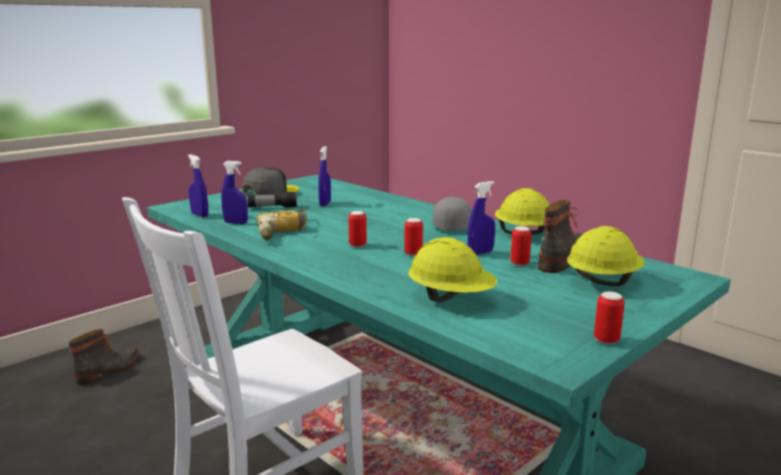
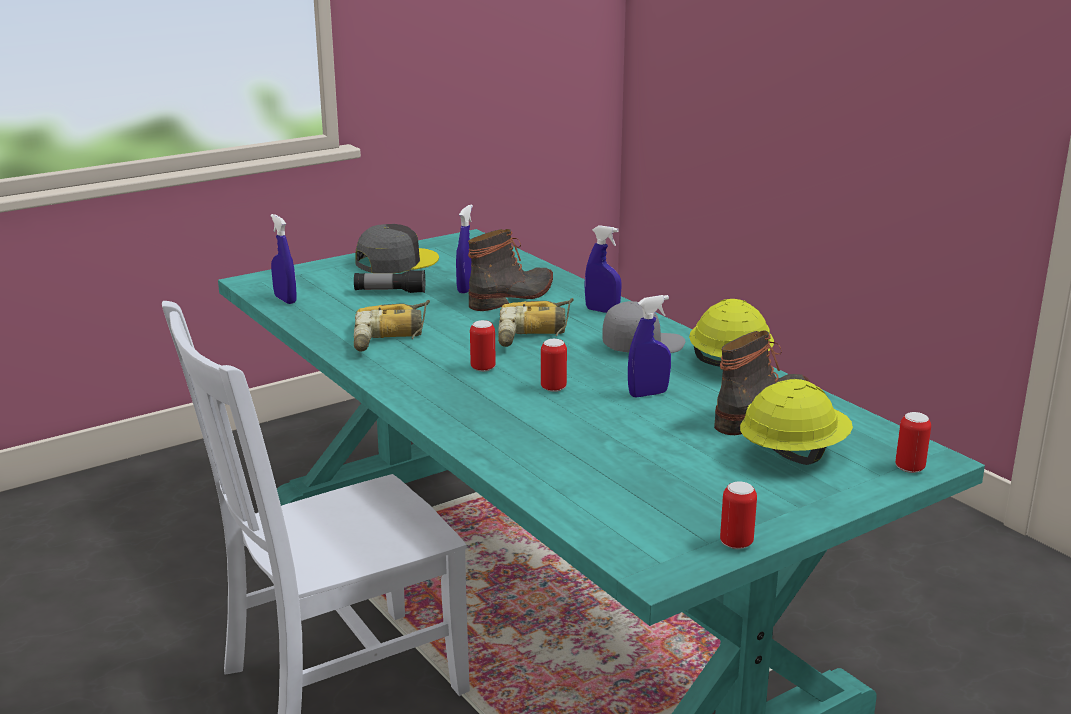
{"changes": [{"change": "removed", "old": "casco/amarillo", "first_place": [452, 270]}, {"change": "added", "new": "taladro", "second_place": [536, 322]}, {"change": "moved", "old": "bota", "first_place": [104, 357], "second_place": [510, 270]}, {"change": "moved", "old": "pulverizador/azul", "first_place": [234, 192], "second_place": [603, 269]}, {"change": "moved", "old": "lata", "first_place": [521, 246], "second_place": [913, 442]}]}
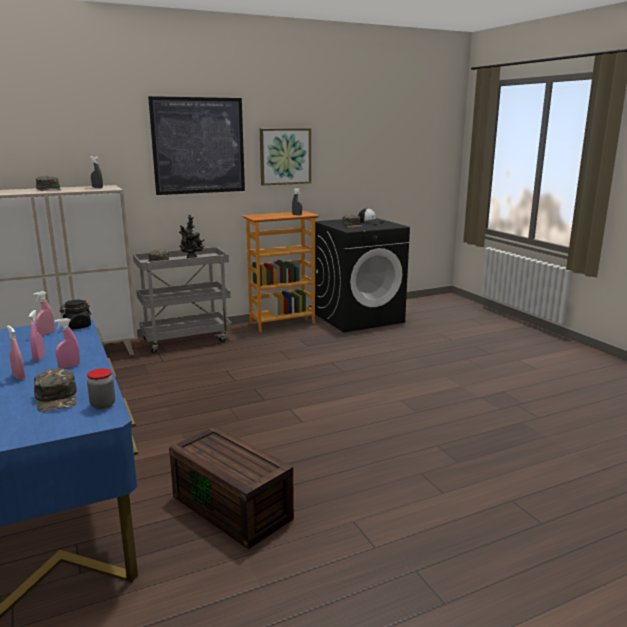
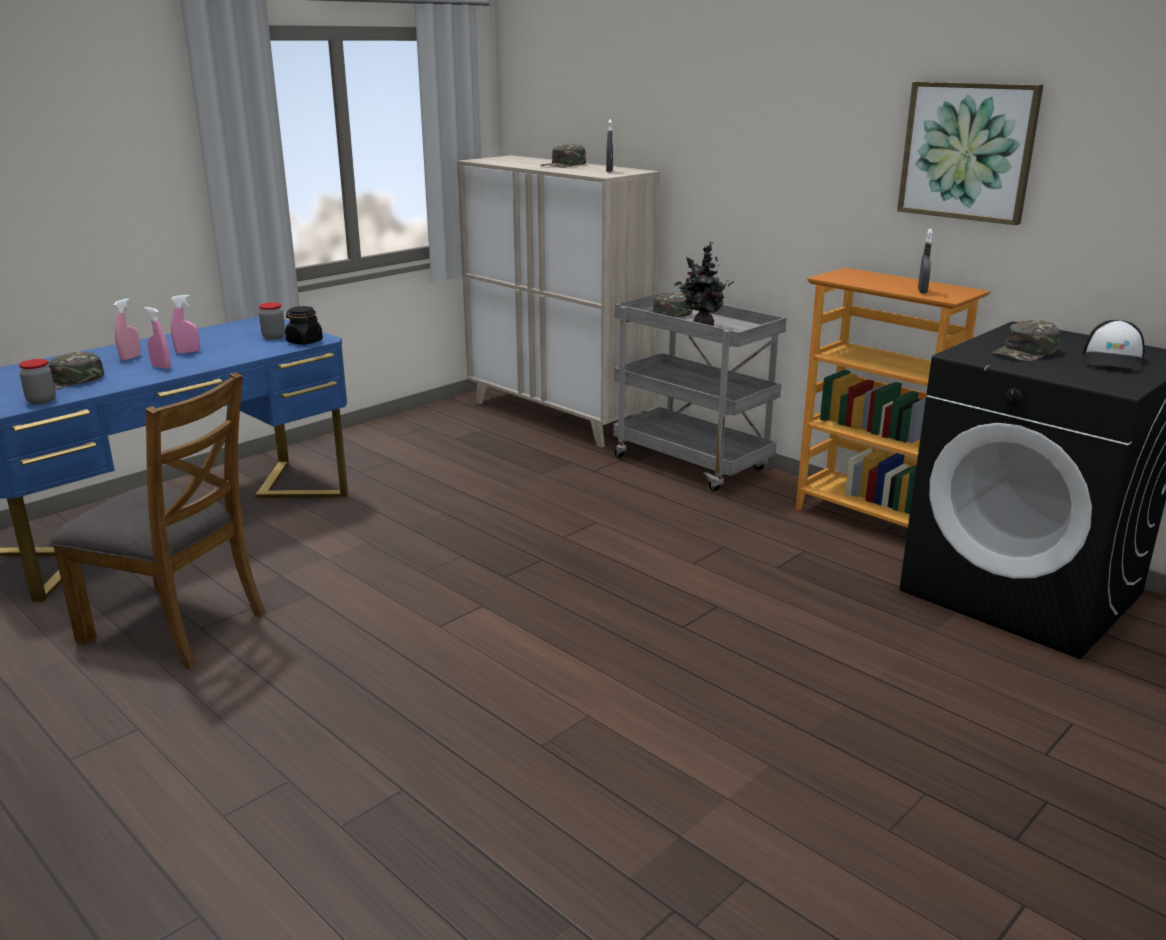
{"changes": [{"change": "removed", "old": "cuadro", "first_place": [196, 145]}, {"change": "replaced", "old": "pulverizador/rosa", "new": "tarro", "first_place": [44, 313], "second_place": [272, 321]}, {"change": "replaced", "old": "caja de almacenaje/marrón", "new": "silla/marrón", "first_place": [231, 487], "second_place": [158, 520]}]}
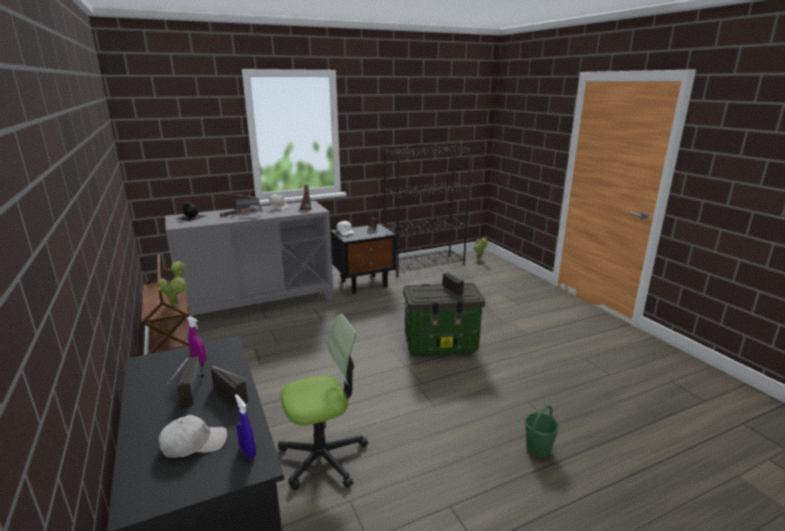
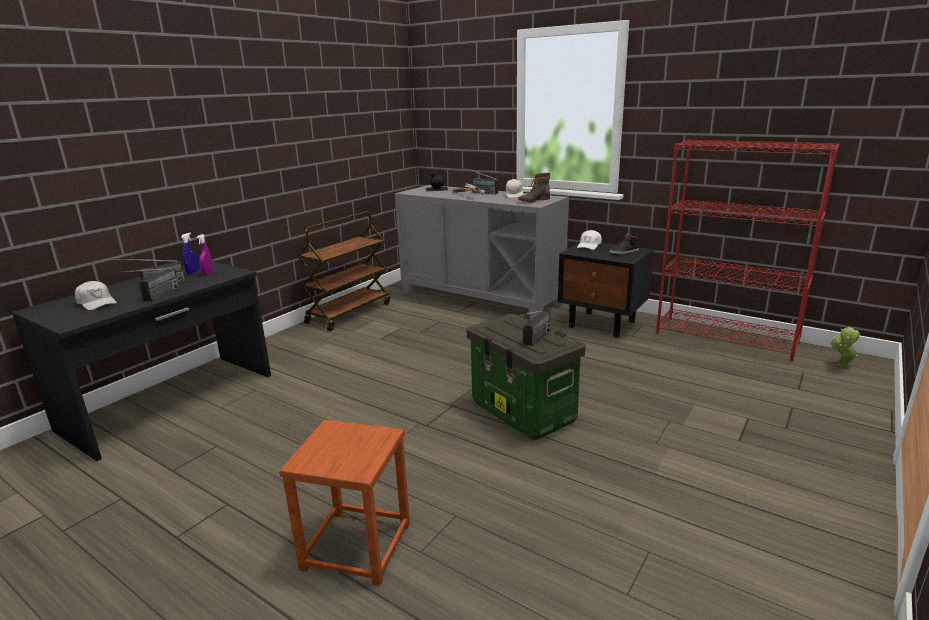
{"changes": [{"change": "removed", "old": "planta en maceta", "first_place": [172, 283]}, {"change": "removed", "old": "silla de oficina", "first_place": [323, 402]}, {"change": "moved", "old": "pulverizador/azul", "first_place": [245, 426], "second_place": [190, 254]}, {"change": "replaced", "old": "cubo/verde", "new": "taburete/marrón", "first_place": [542, 431], "second_place": [344, 503]}, {"change": "recoloured", "old": "estantería/negro", "new": "estantería/rojo", "first_place": [428, 211], "second_place": [748, 250]}]}
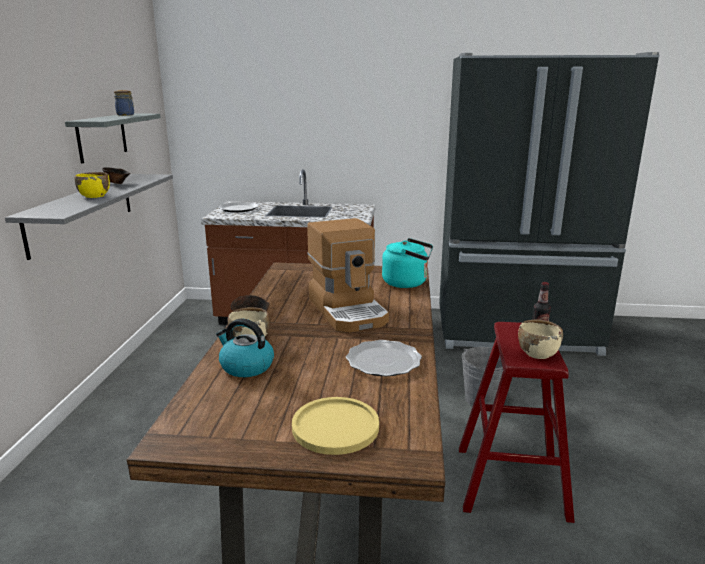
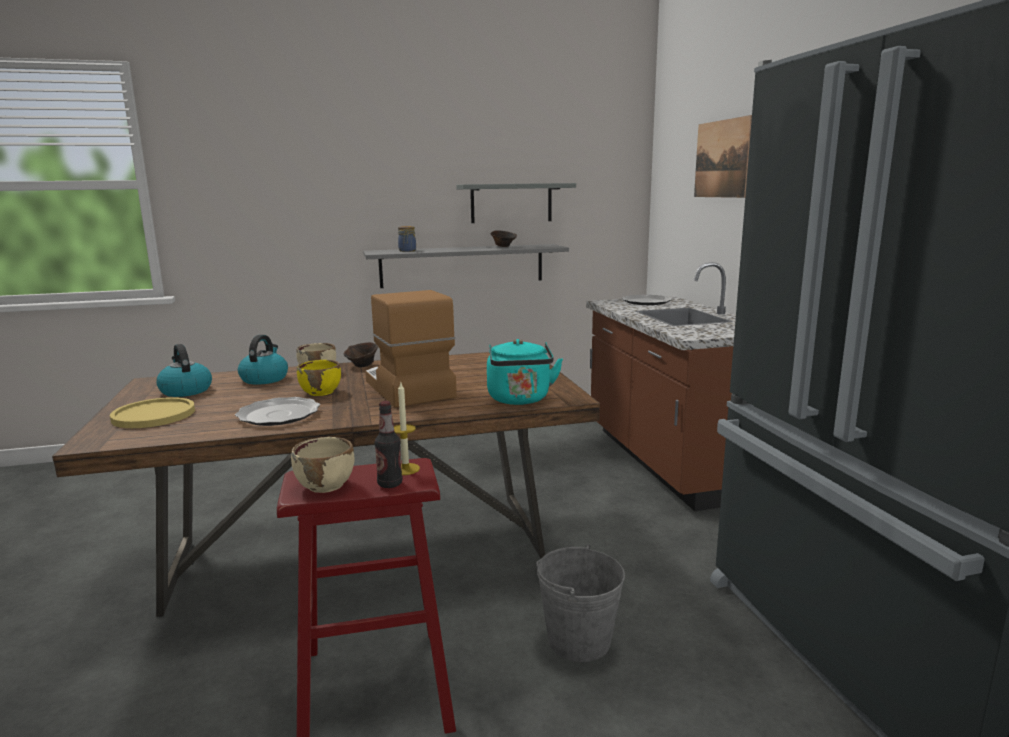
{"changes": [{"change": "added", "new": "hervidor", "second_place": [184, 370]}, {"change": "added", "new": "vela", "second_place": [407, 429]}, {"change": "added", "new": "cuadro", "second_place": [723, 156]}, {"change": "moved", "old": "cuenco/amarillo", "first_place": [92, 185], "second_place": [319, 378]}, {"change": "moved", "old": "tarro", "first_place": [124, 103], "second_place": [407, 239]}, {"change": "turned", "old": "cafetera", "first_place": [348, 275], "second_place": [411, 349], "degrees": 105}]}
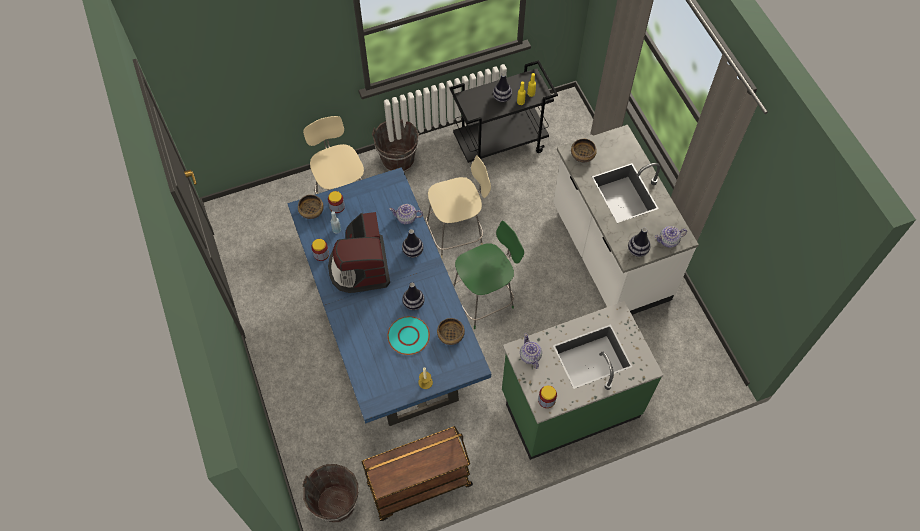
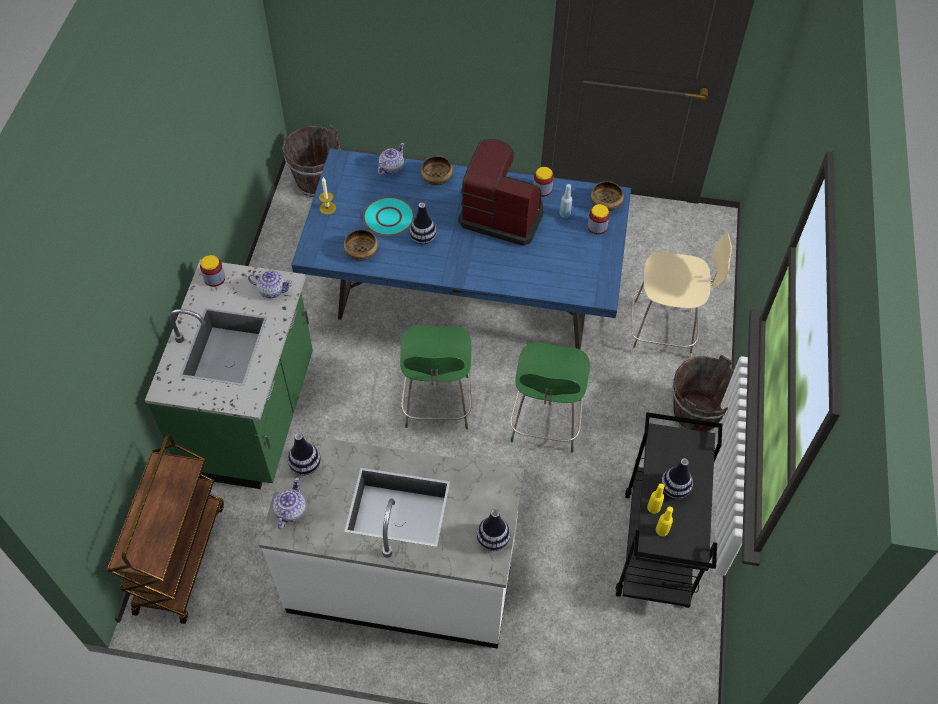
{"changes": [{"change": "moved", "old": "carrito/marrón", "first_place": [417, 473], "second_place": [165, 529]}, {"change": "moved", "old": "tetera", "first_place": [406, 214], "second_place": [390, 159]}, {"change": "moved", "old": "florero", "first_place": [412, 243], "second_place": [494, 530]}, {"change": "moved", "old": "cuenco", "first_place": [584, 150], "second_place": [437, 170]}, {"change": "recoloured", "old": "silla/beis", "new": "silla/verde", "first_place": [458, 207], "second_place": [550, 397]}]}
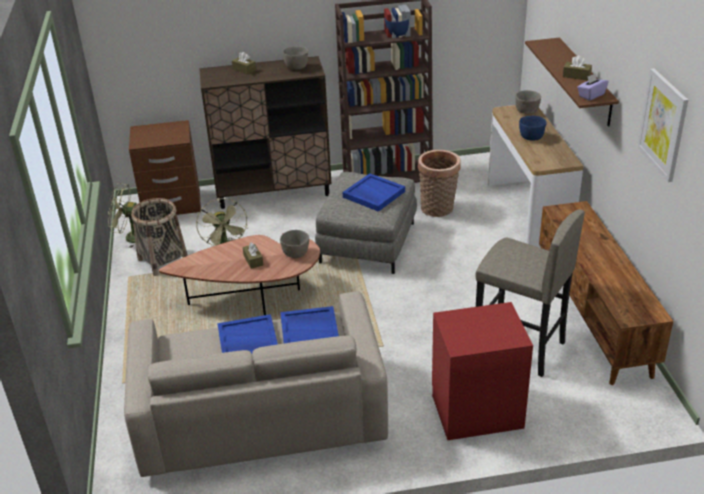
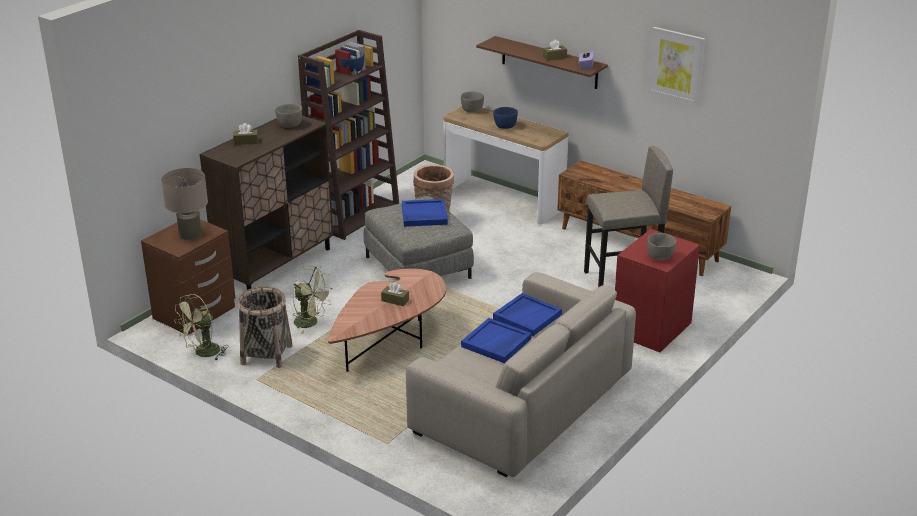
{"changes": [{"change": "added", "new": "lámpara de mesa/beis", "second_place": [184, 204]}, {"change": "moved", "old": "cuenco/gris", "first_place": [294, 244], "second_place": [661, 247]}]}
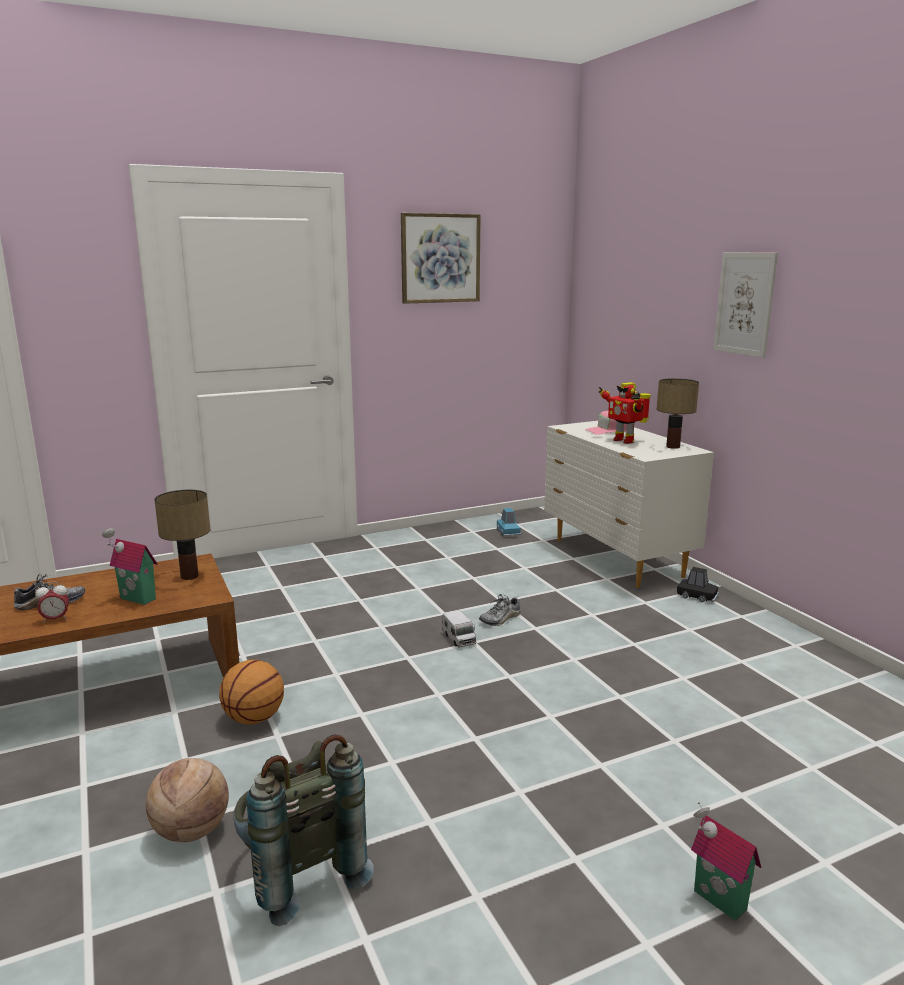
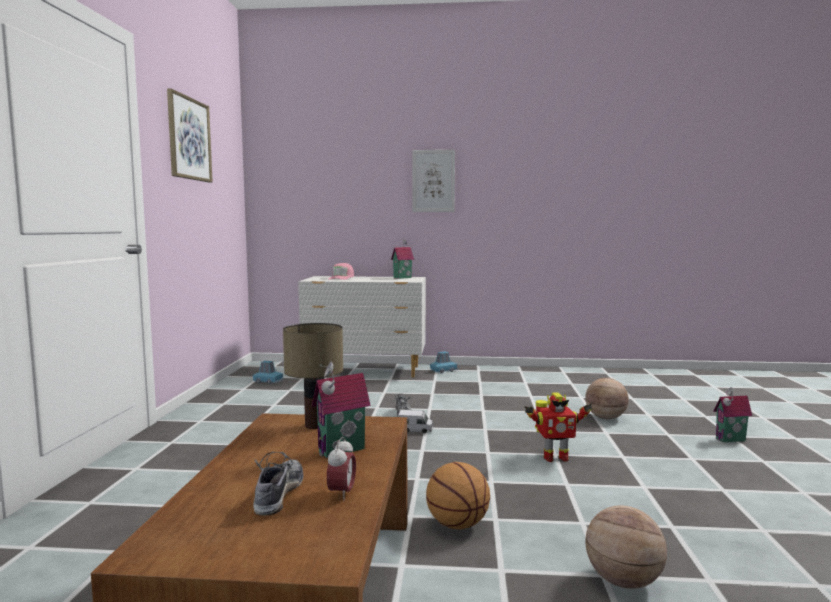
{"changes": [{"change": "removed", "old": "mochila/gris", "first_place": [303, 830]}, {"change": "added", "new": "balón de baloncesto", "second_place": [607, 398]}, {"change": "moved", "old": "robot de juguete", "first_place": [624, 413], "second_place": [559, 427]}, {"change": "replaced", "old": "lámpara de mesa", "new": "casita", "first_place": [678, 413], "second_place": [402, 259]}, {"change": "recoloured", "old": "coche de juguete/negro", "new": "coche de juguete/azul", "first_place": [698, 585], "second_place": [444, 362]}]}
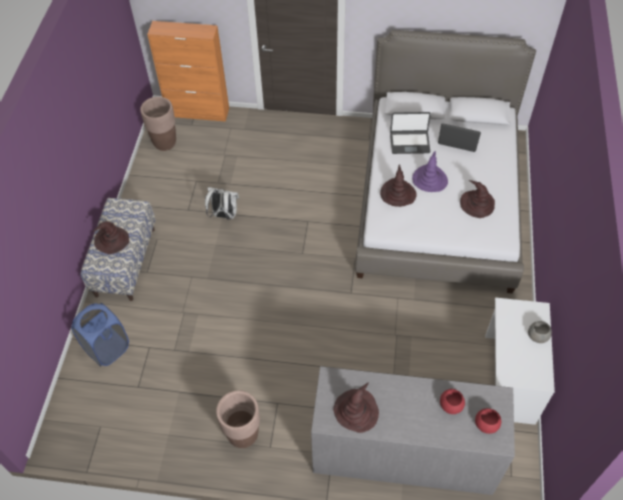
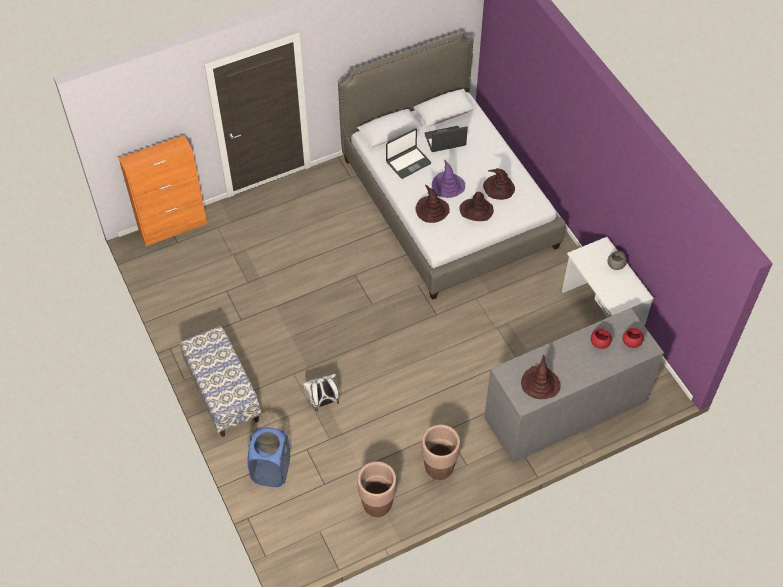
{"changes": [{"change": "moved", "old": "sombrero/marrón", "first_place": [111, 237], "second_place": [476, 206]}, {"change": "moved", "old": "maceta/marrón", "first_place": [158, 124], "second_place": [376, 489]}, {"change": "moved", "old": "mochila/blanco", "first_place": [222, 203], "second_place": [321, 392]}]}
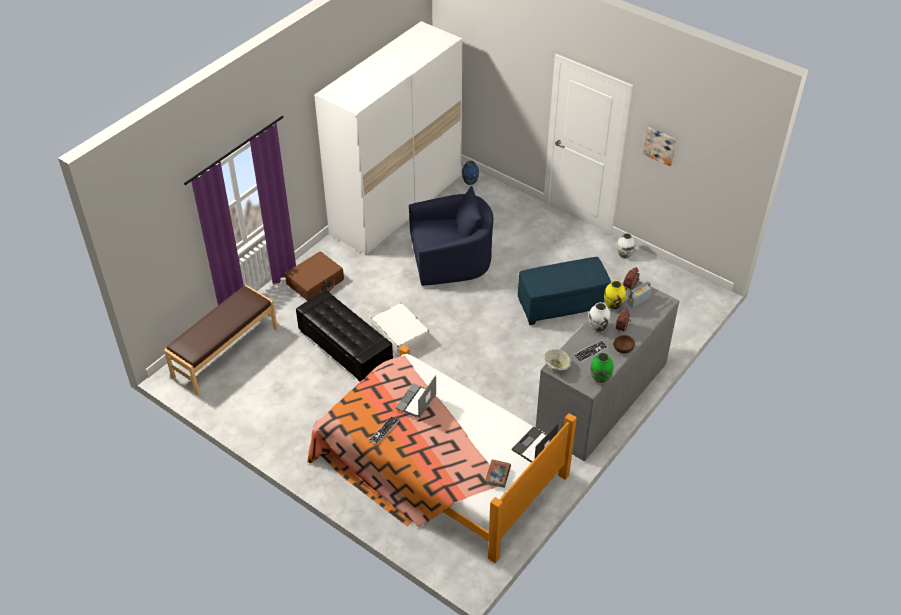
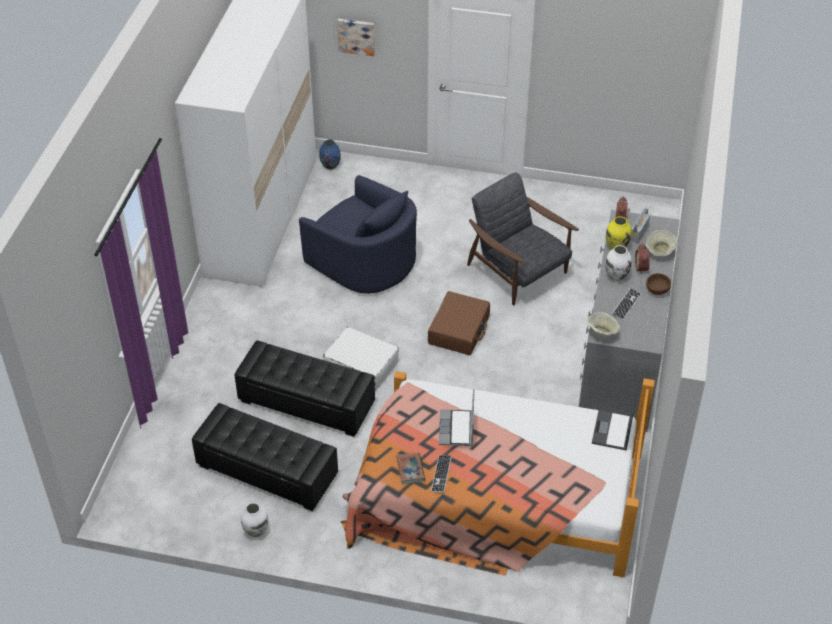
{"changes": [{"change": "removed", "old": "banco/marrón", "first_place": [221, 340]}, {"change": "removed", "old": "florero/verde", "first_place": [601, 368]}, {"change": "added", "new": "puf/negro", "second_place": [265, 457]}, {"change": "added", "new": "cuenco/beis", "second_place": [662, 243]}, {"change": "moved", "old": "maleta/marrón", "first_place": [314, 276], "second_place": [459, 323]}, {"change": "moved", "old": "libro", "first_place": [498, 473], "second_place": [410, 468]}, {"change": "moved", "old": "florero/blanco", "first_place": [626, 245], "second_place": [254, 520]}, {"change": "moved", "old": "cuadro", "first_place": [660, 146], "second_place": [356, 37]}, {"change": "replaced", "old": "puf/azul", "new": "sillón/gris", "first_place": [564, 291], "second_place": [523, 238]}, {"change": "turned", "old": "sillón/azul", "first_place": [451, 236], "second_place": [358, 234], "degrees": 75}]}
